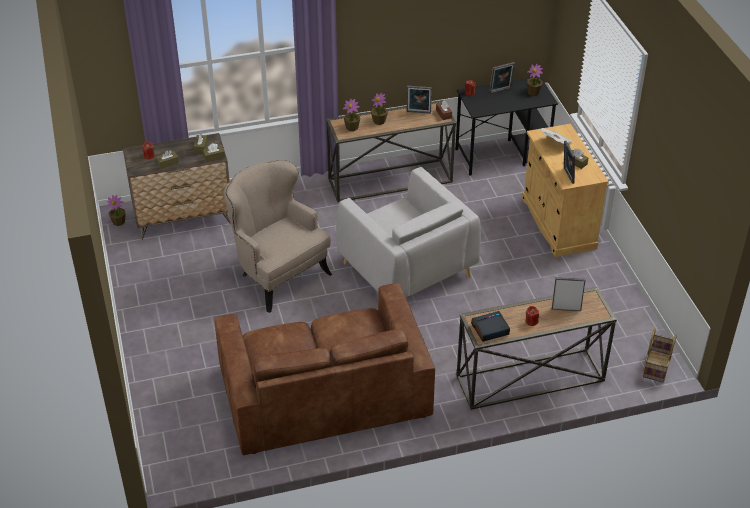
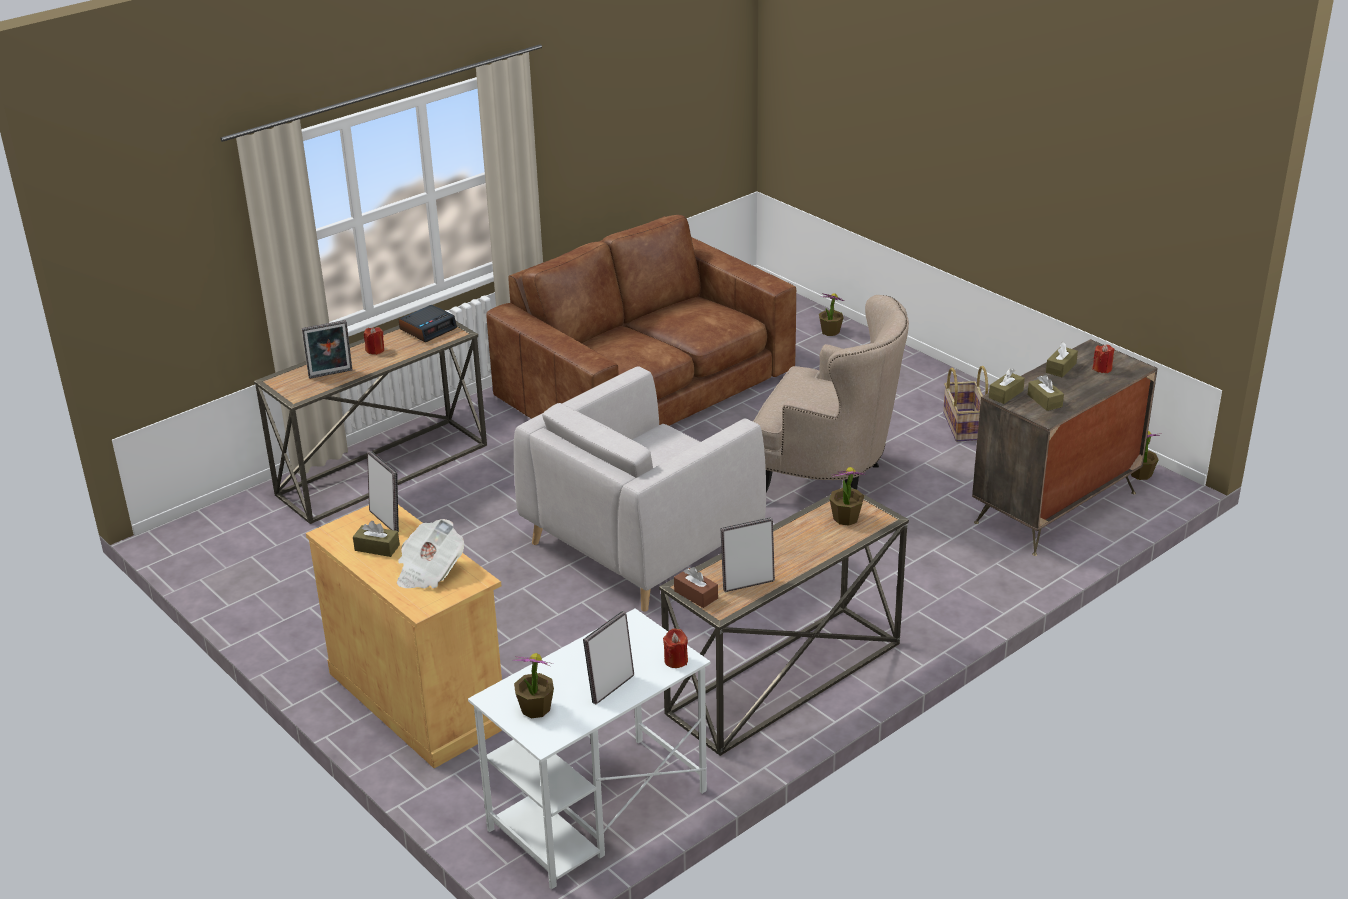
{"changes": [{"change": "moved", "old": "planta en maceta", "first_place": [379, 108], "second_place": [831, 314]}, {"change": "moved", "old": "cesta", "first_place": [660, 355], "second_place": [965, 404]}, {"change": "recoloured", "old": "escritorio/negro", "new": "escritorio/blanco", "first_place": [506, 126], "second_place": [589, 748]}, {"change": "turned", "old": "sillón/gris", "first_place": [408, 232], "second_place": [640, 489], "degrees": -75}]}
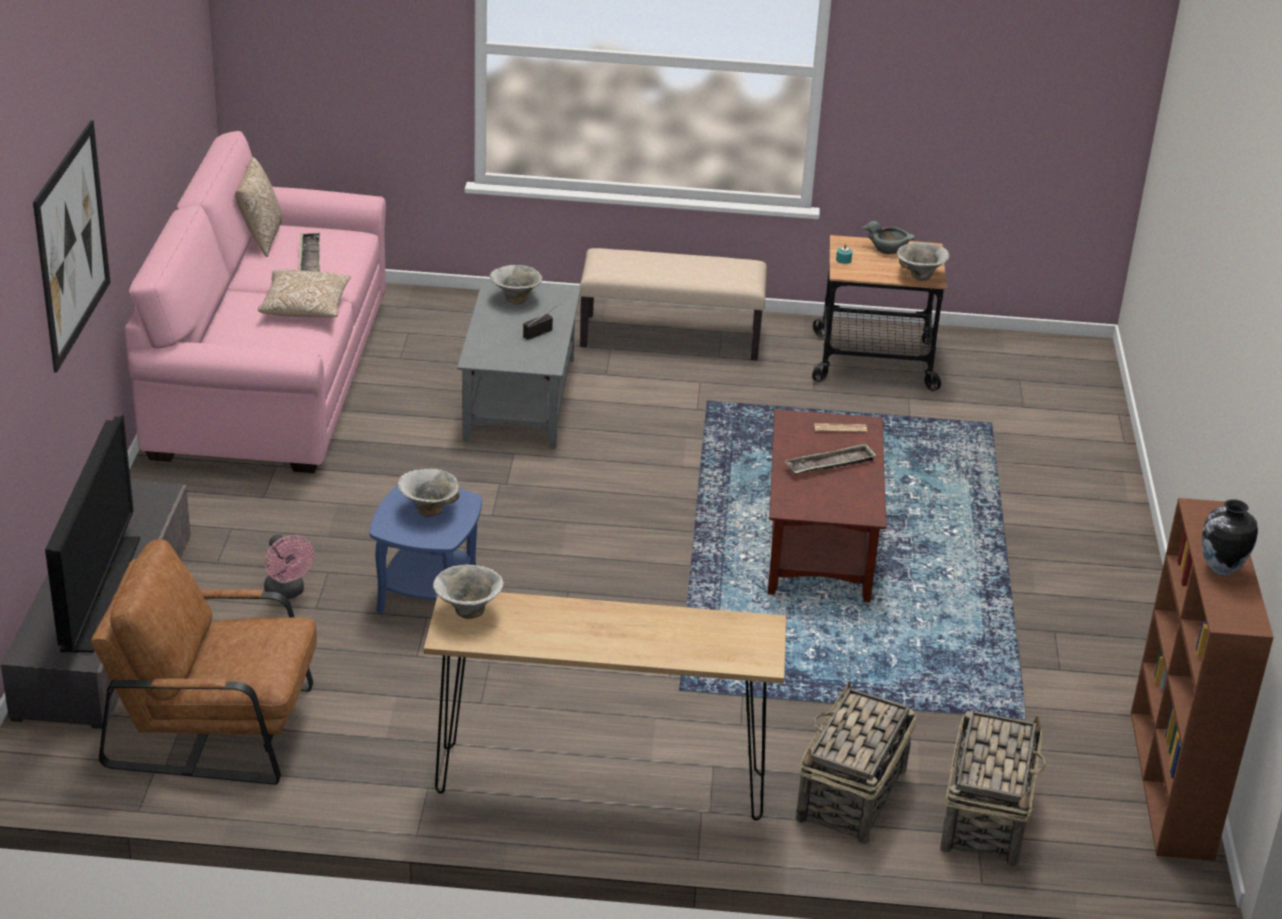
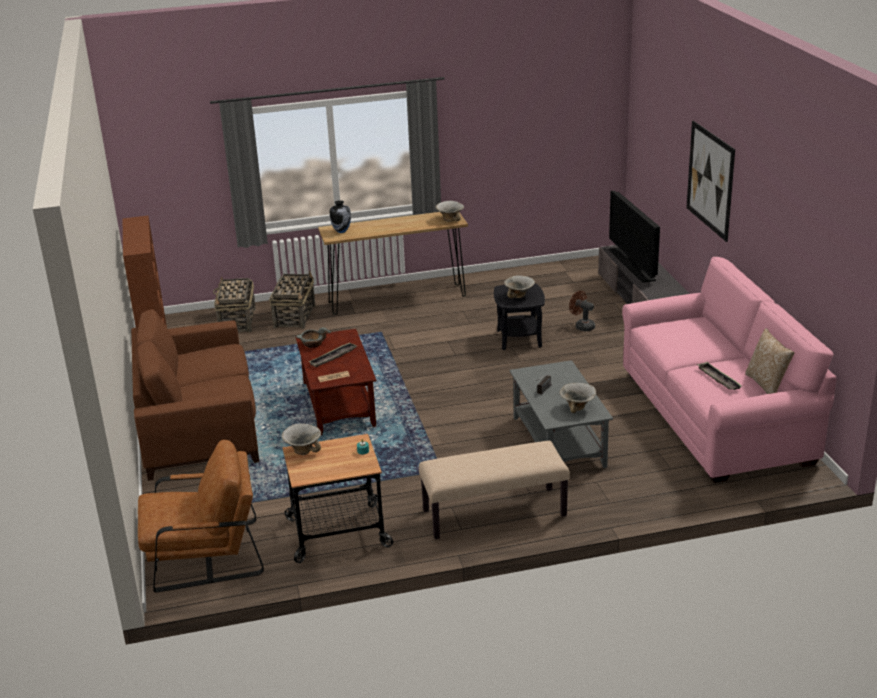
{"changes": [{"change": "removed", "old": "cojín", "first_place": [304, 293]}, {"change": "added", "new": "sofá/marrón", "second_place": [195, 395]}, {"change": "moved", "old": "sillón/marrón", "first_place": [204, 662], "second_place": [201, 516]}, {"change": "moved", "old": "cuenco/gris", "first_place": [888, 237], "second_place": [313, 337]}, {"change": "moved", "old": "florero", "first_place": [1230, 537], "second_place": [340, 216]}, {"change": "recoloured", "old": "ventilador/rosa", "new": "ventilador/marrón", "first_place": [289, 567], "second_place": [582, 311]}, {"change": "recoloured", "old": "mesa auxiliar/azul", "new": "mesa auxiliar/negro", "first_place": [426, 549], "second_place": [519, 316]}]}
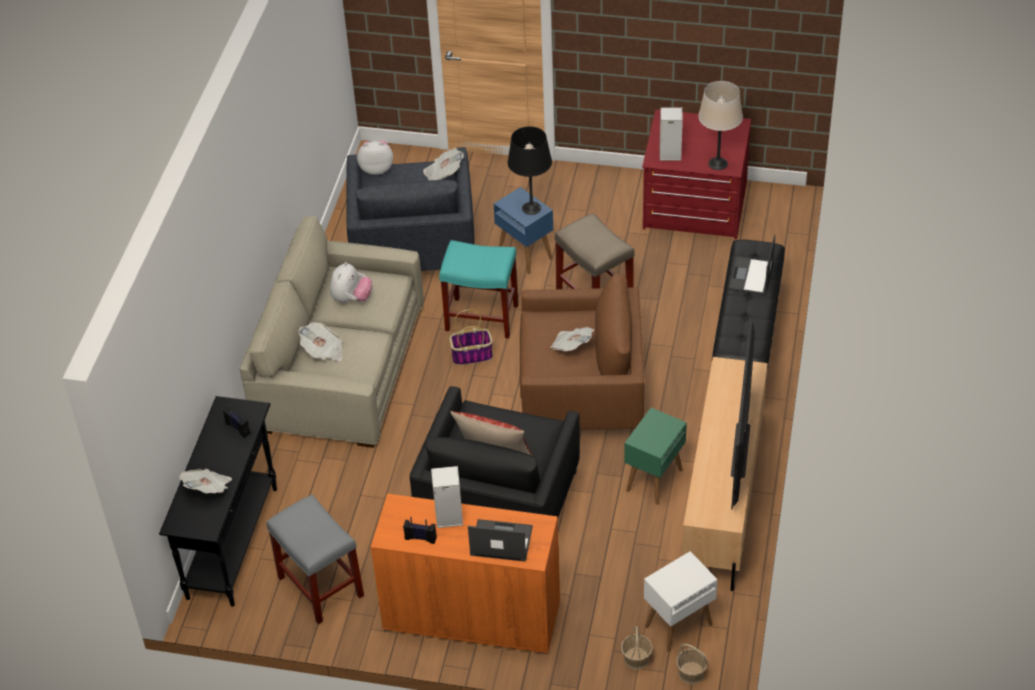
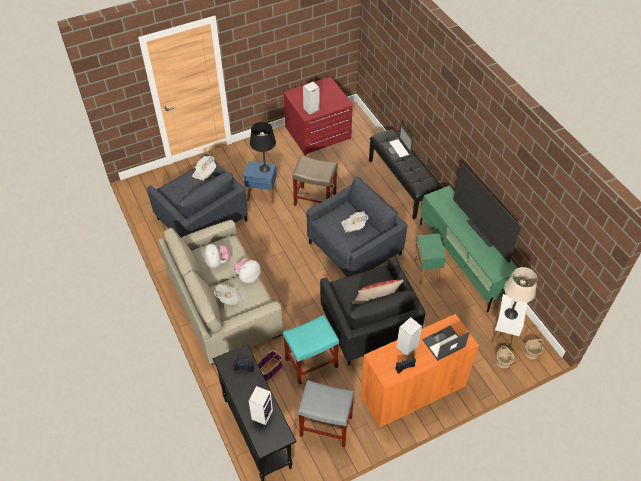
{"changes": [{"change": "moved", "old": "peluche", "first_place": [375, 157], "second_place": [247, 270]}, {"change": "moved", "old": "taburete/turquesa", "first_place": [479, 289], "second_place": [311, 350]}, {"change": "moved", "old": "cesta", "first_place": [471, 337], "second_place": [269, 363]}, {"change": "moved", "old": "lámpara de mesa/beis", "first_place": [720, 125], "second_place": [520, 293]}, {"change": "replaced", "old": "periódico", "new": "altavoz", "first_place": [205, 481], "second_place": [261, 405]}, {"change": "recoloured", "old": "sillón/marrón", "new": "sillón/gris", "first_place": [582, 351], "second_place": [357, 227]}, {"change": "recoloured", "old": "mueble de televisión/beis", "new": "mueble de televisión/verde", "first_place": [725, 474], "second_place": [469, 249]}]}
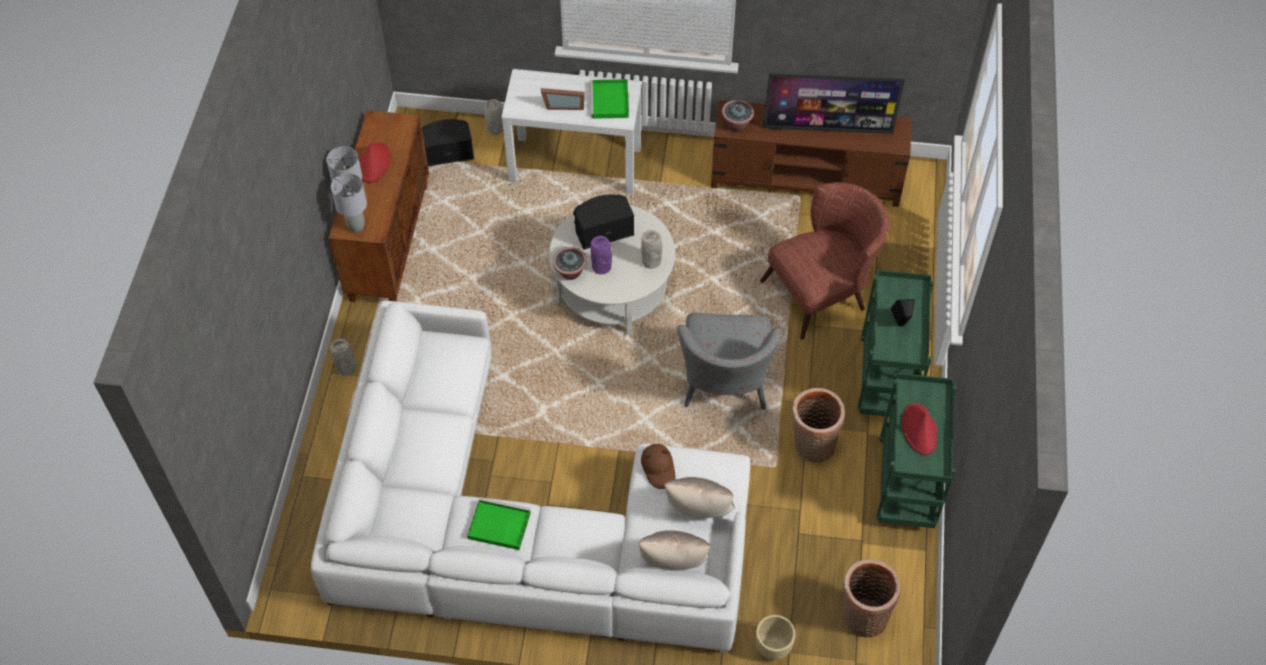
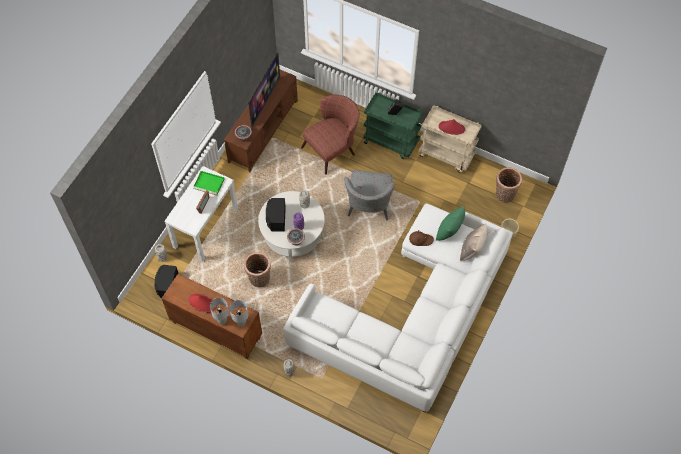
{"changes": [{"change": "removed", "old": "bandeja/verde", "first_place": [499, 524]}, {"change": "moved", "old": "cesta", "first_place": [818, 425], "second_place": [257, 270]}, {"change": "recoloured", "old": "cojín/beis", "new": "cojín/verde", "first_place": [700, 497], "second_place": [450, 223]}, {"change": "recoloured", "old": "carrito/verde", "new": "carrito/beis", "first_place": [916, 450], "second_place": [450, 139]}, {"change": "turned", "old": "sillón/gris", "first_place": [729, 361], "second_place": [369, 195], "degrees": 75}, {"change": "turned", "old": "sillón/marrón", "first_place": [825, 261], "second_place": [330, 135], "degrees": 60}]}
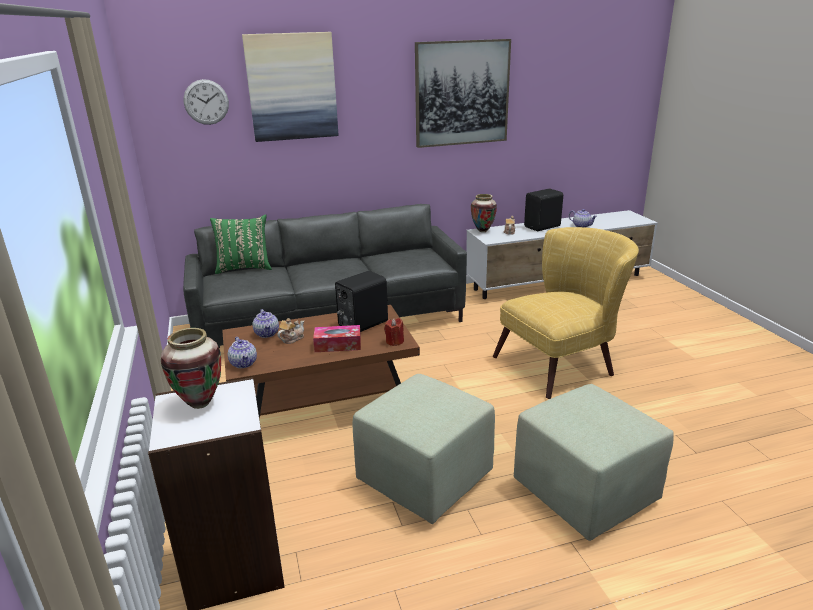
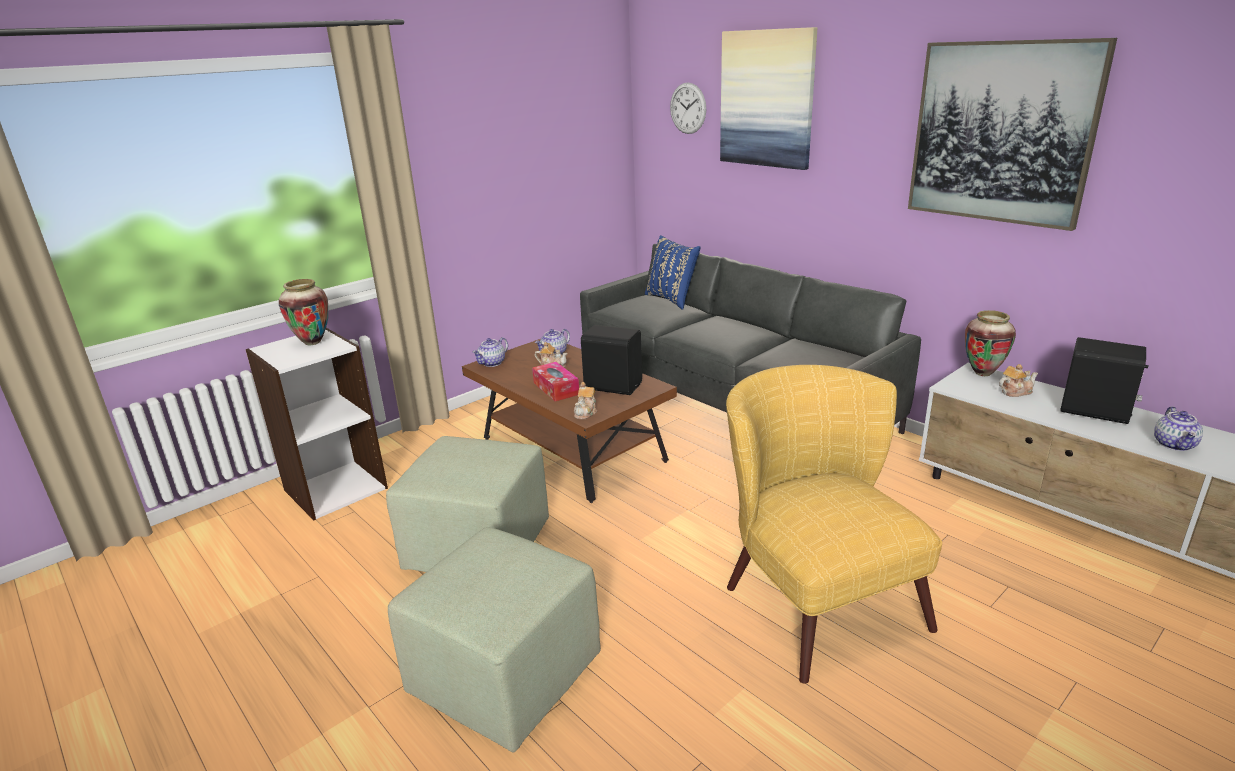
{"changes": [{"change": "replaced", "old": "vela/rojo", "new": "tetera", "first_place": [394, 332], "second_place": [585, 400]}, {"change": "recoloured", "old": "cojín/verde", "new": "cojín/azul", "first_place": [241, 244], "second_place": [672, 272]}, {"change": "turned", "old": "sillón/amarillo", "first_place": [566, 313], "second_place": [834, 524], "degrees": -150}]}
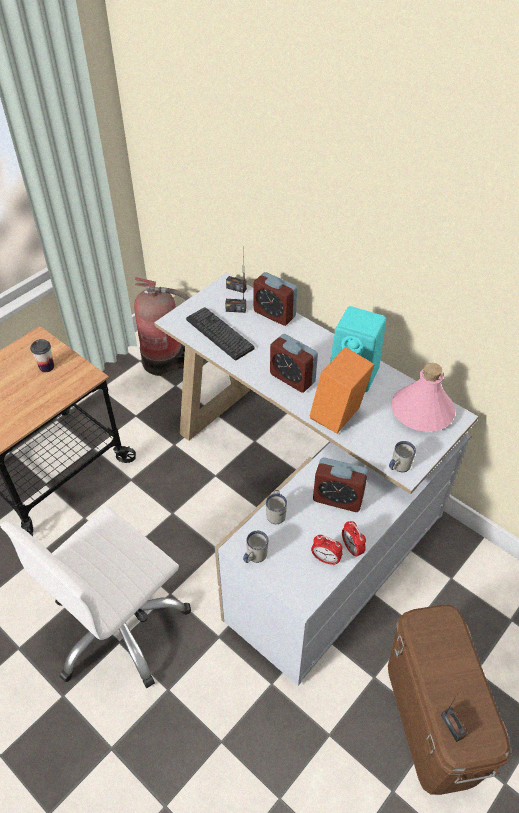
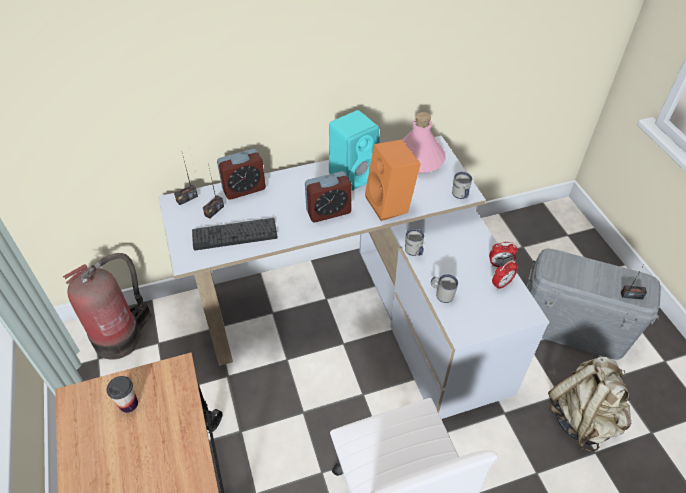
{"changes": [{"change": "removed", "old": "despertador", "first_place": [340, 484]}, {"change": "added", "new": "mochila/beis", "second_place": [589, 404]}, {"change": "moved", "old": "taza grande/blanco", "first_place": [255, 546], "second_place": [414, 242]}, {"change": "recoloured", "old": "caja de almacenaje/marrón", "new": "caja de almacenaje/gris", "first_place": [449, 700], "second_place": [594, 304]}]}
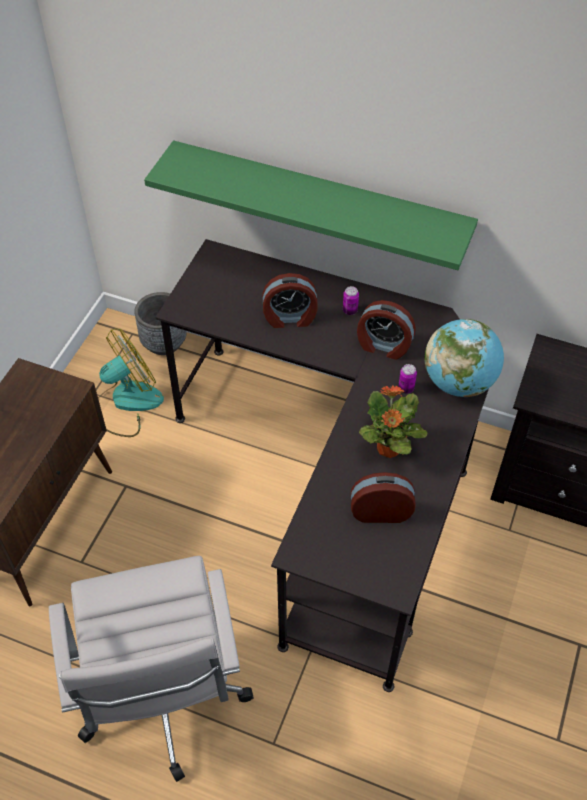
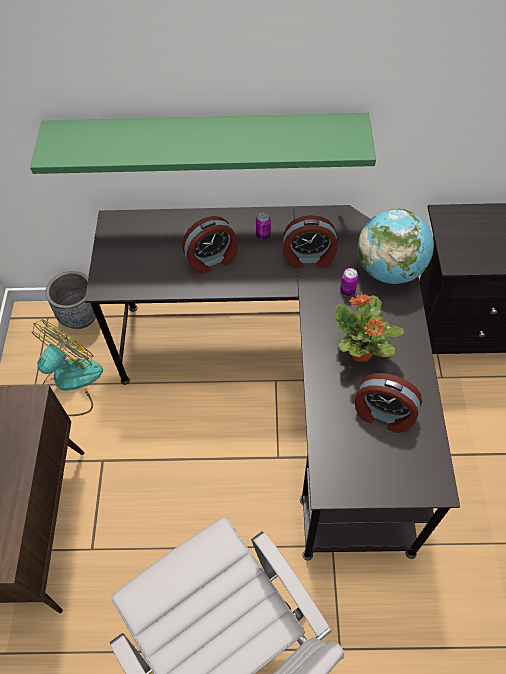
{"changes": [{"change": "turned", "old": "despertador", "first_place": [383, 497], "second_place": [388, 403], "degrees": -135}]}
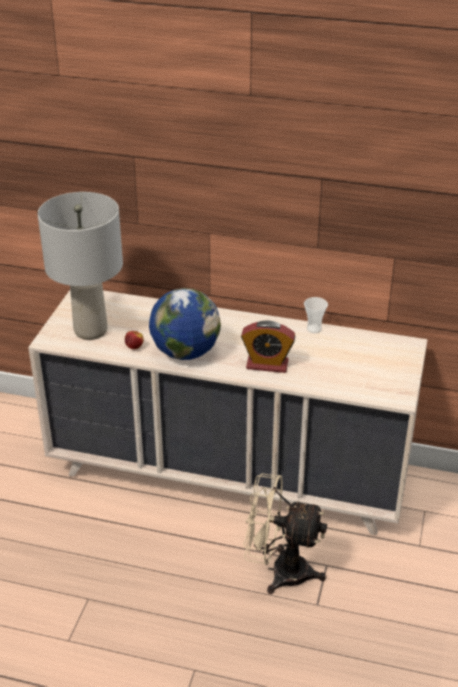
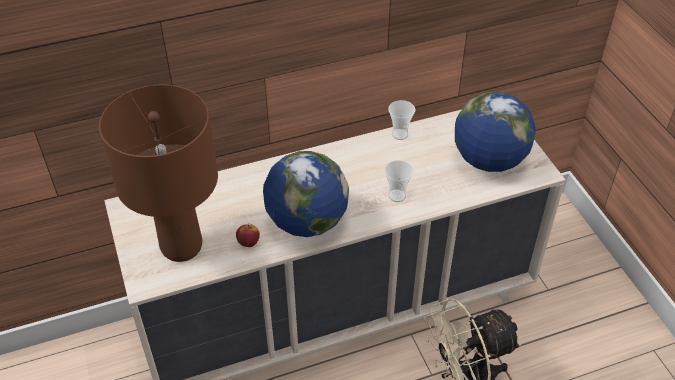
{"changes": [{"change": "added", "new": "globo terráqueo", "second_place": [495, 132]}, {"change": "replaced", "old": "despertador", "new": "taza", "first_place": [268, 347], "second_place": [399, 181]}, {"change": "recoloured", "old": "lámpara de mesa/gris", "new": "lámpara de mesa/marrón", "first_place": [80, 266], "second_place": [158, 173]}]}
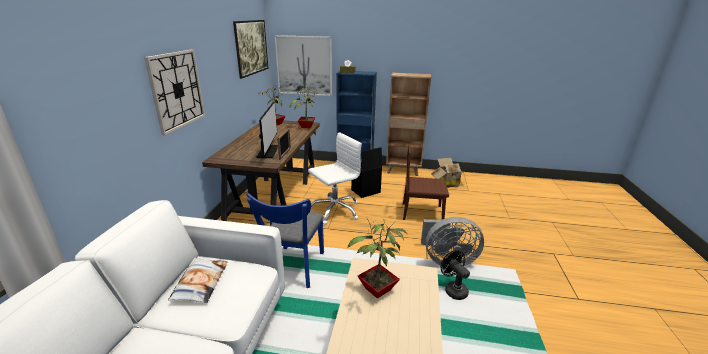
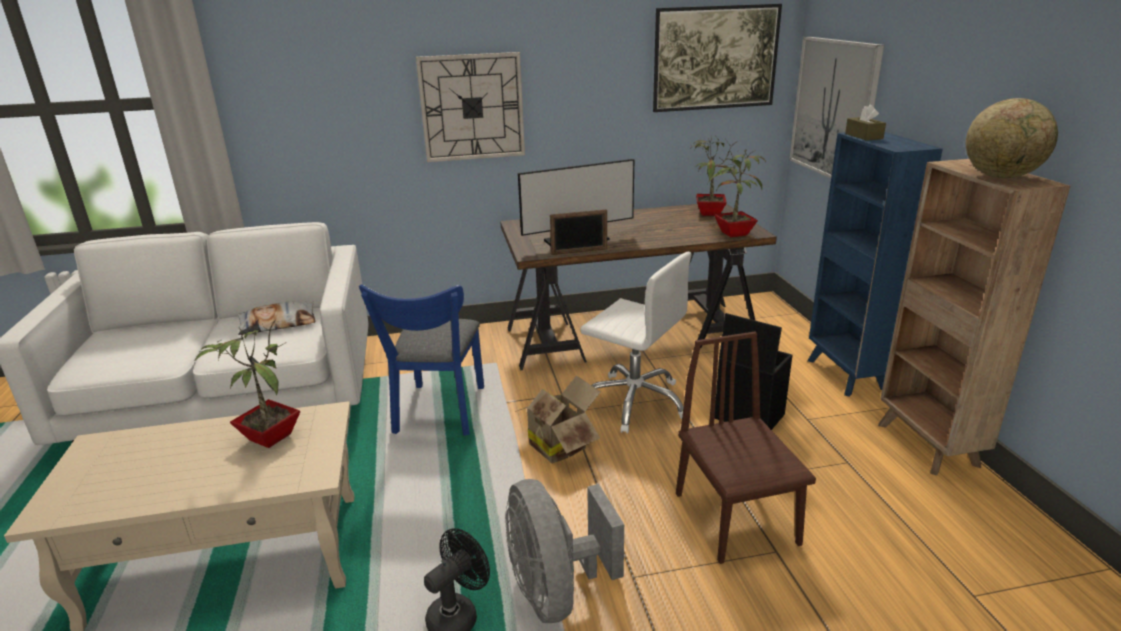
{"changes": [{"change": "added", "new": "globo terráqueo", "second_place": [1011, 138]}, {"change": "moved", "old": "caja de cartón", "first_place": [448, 173], "second_place": [558, 419]}, {"change": "turned", "old": "silla/azul", "first_place": [285, 240], "second_place": [421, 360], "degrees": -75}]}
